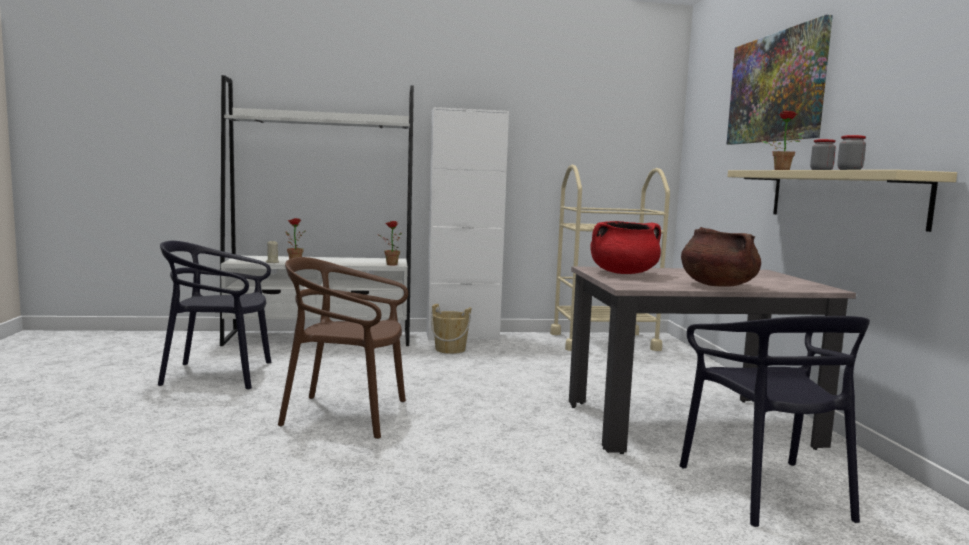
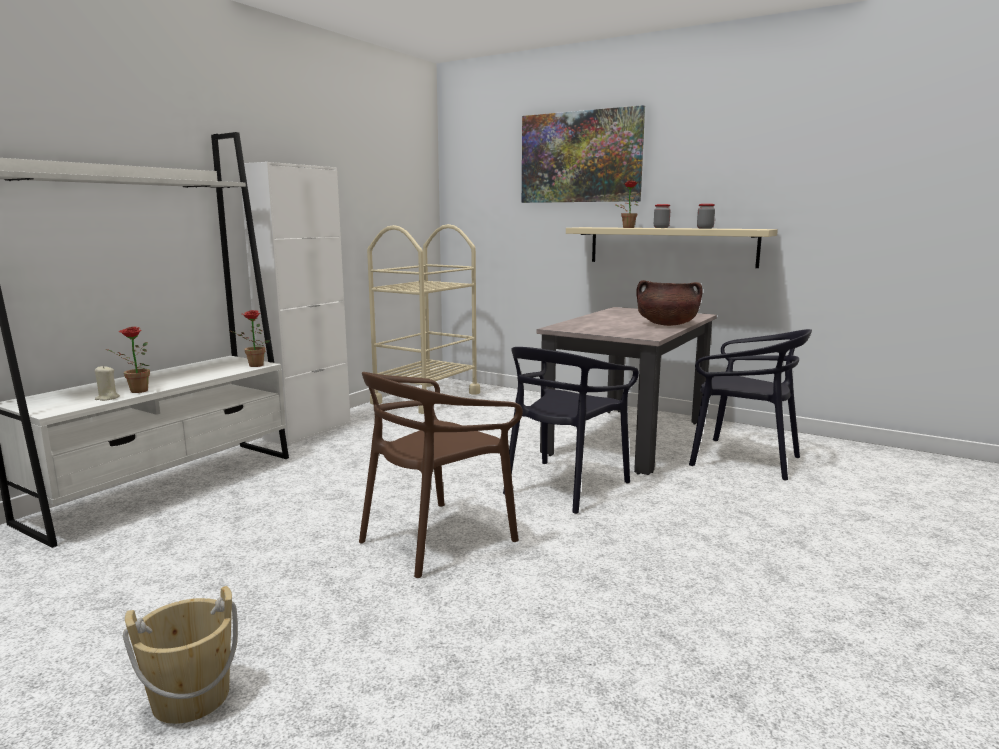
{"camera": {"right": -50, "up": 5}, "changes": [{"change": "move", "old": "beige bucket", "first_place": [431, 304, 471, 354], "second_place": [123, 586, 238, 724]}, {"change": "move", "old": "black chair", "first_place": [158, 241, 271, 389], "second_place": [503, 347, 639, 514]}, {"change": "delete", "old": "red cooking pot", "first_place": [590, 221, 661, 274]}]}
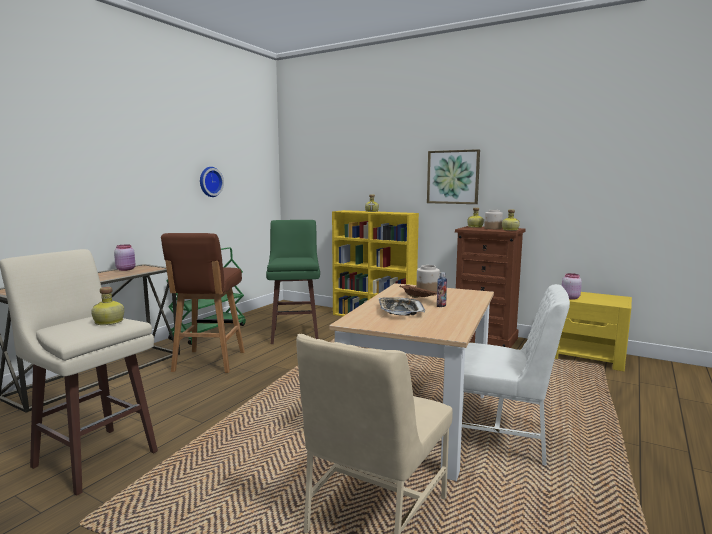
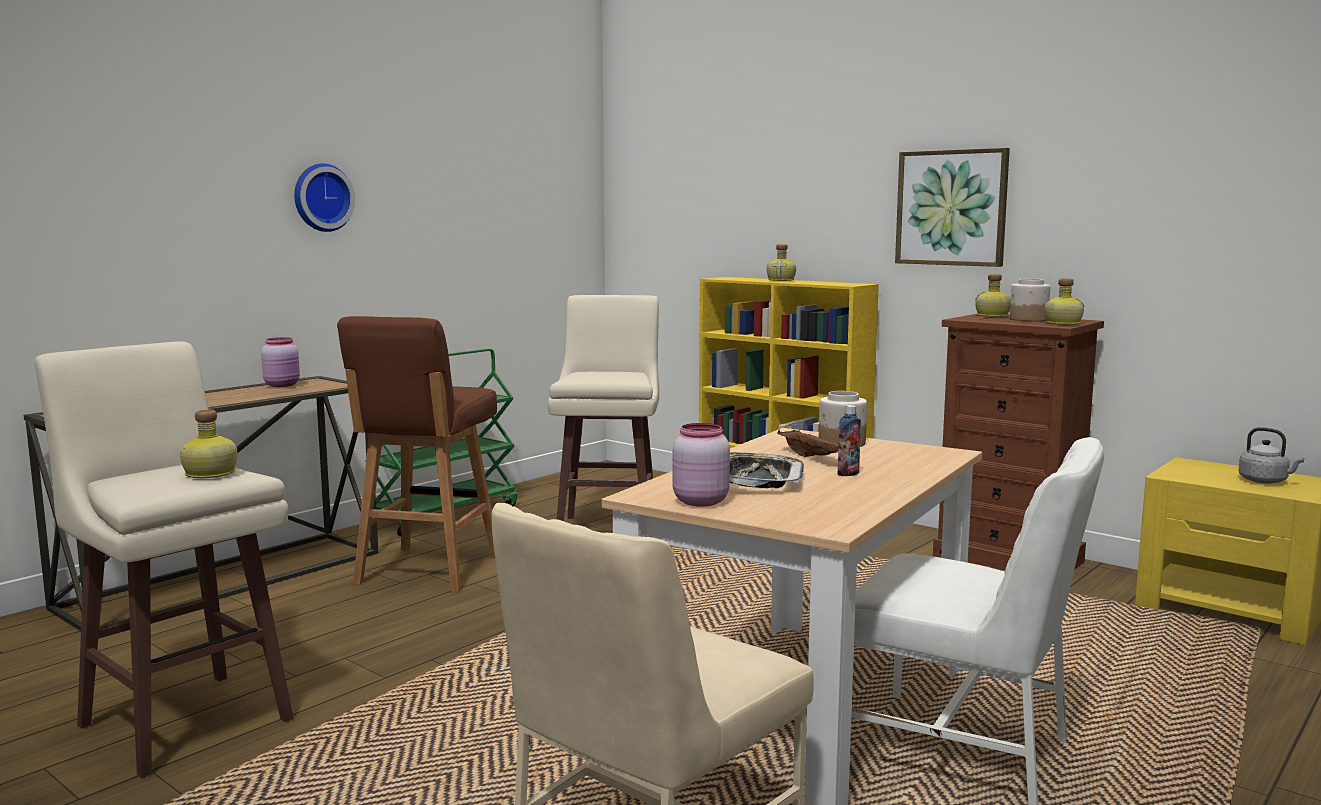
{"camera": {"right": 10, "up": 0}, "changes": [{"change": "move", "old": "wall clock", "first_place": [200, 167, 224, 197], "second_place": [294, 163, 355, 232]}, {"change": "recolor", "old": "green stool", "new": "beige stool", "first_place": [266, 220, 320, 344], "second_place": [548, 295, 659, 521]}, {"change": "move", "old": "pink jar", "first_place": [562, 273, 582, 300], "second_place": [673, 423, 730, 507]}, {"change": "insert", "new": "grey kettle", "second_place": [1239, 427, 1305, 484]}]}
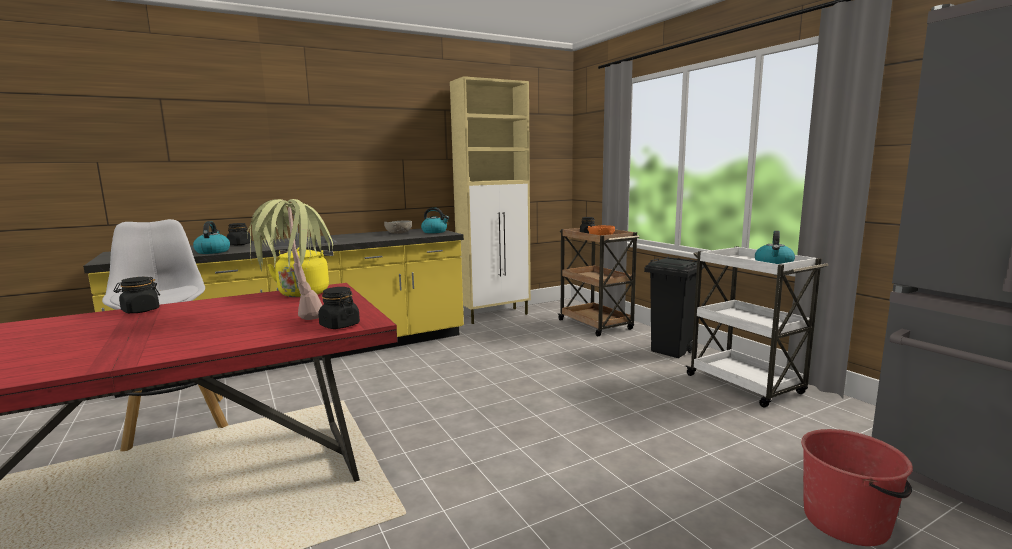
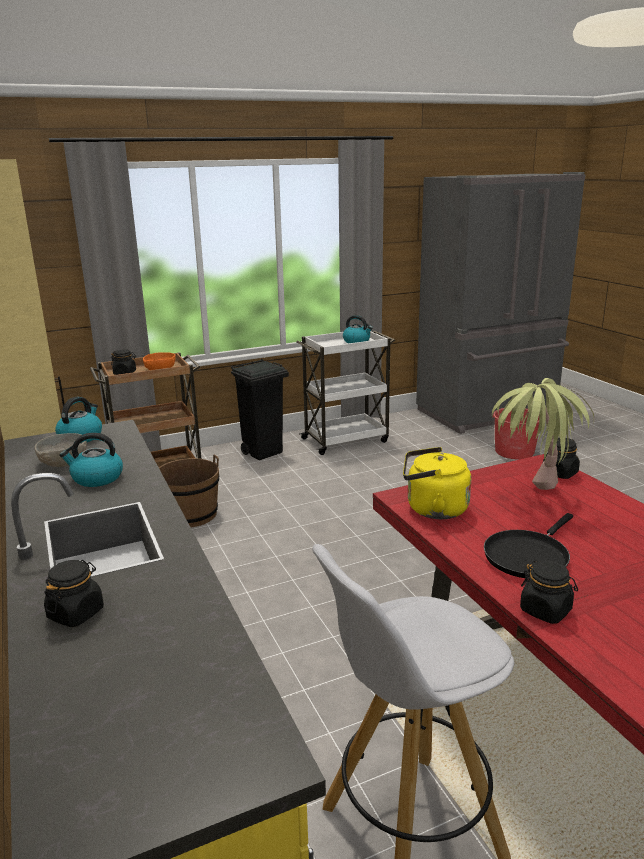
{"camera": {"right": -85, "up": 10}, "changes": [{"change": "move", "old": "kettle", "first_place": [193, 221, 230, 254], "second_place": [59, 433, 123, 487]}, {"change": "insert", "new": "brown bucket", "second_place": [159, 454, 219, 527]}, {"change": "insert", "new": "black frying pan", "second_place": [484, 513, 573, 578]}]}
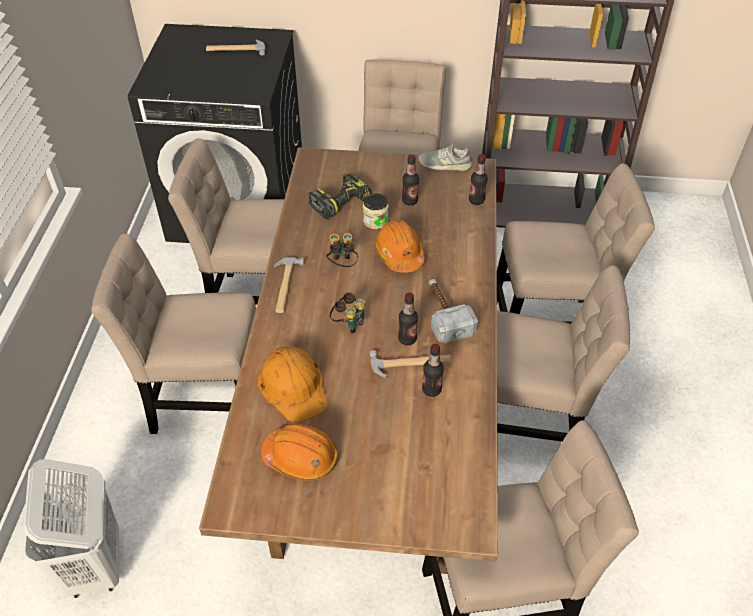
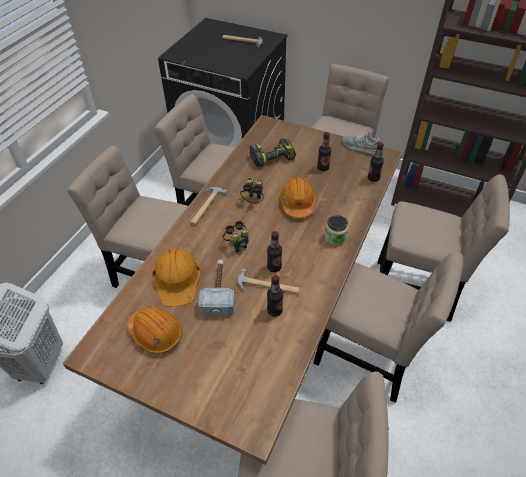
{"camera": {"right": 20, "up": 0}, "changes": [{"change": "move", "old": "hammer", "first_place": [429, 279, 478, 343], "second_place": [198, 260, 235, 316]}, {"change": "move", "old": "jar", "first_place": [363, 193, 389, 229], "second_place": [325, 215, 348, 246]}]}
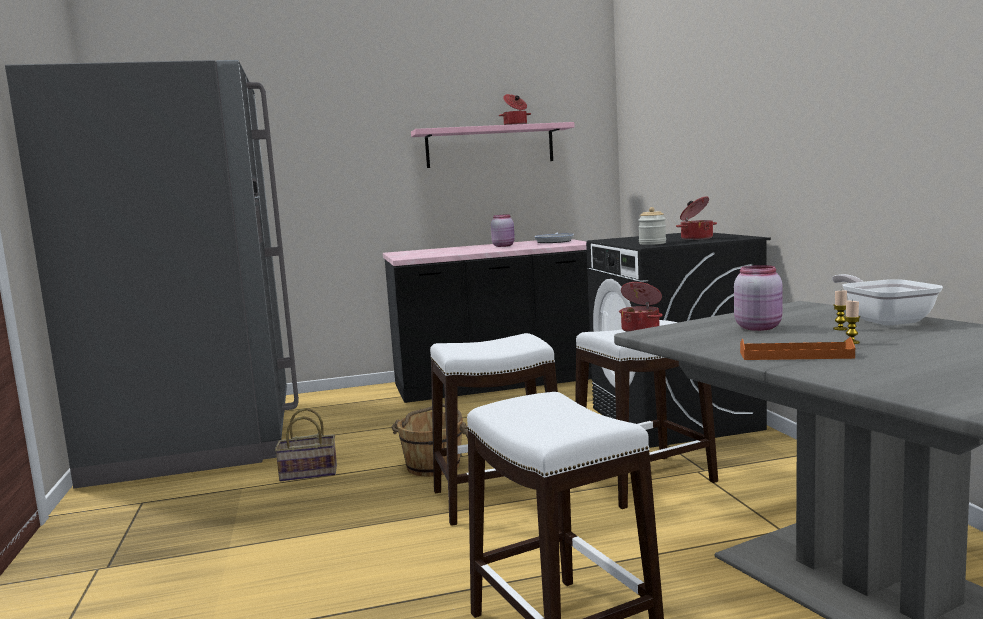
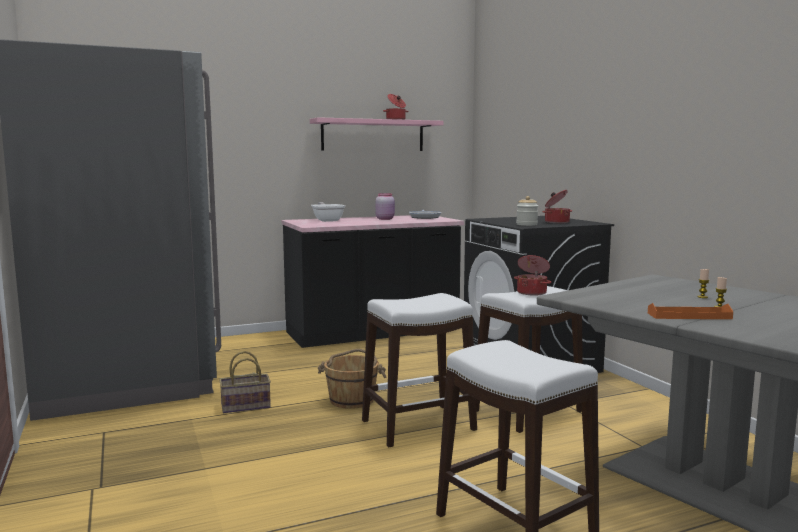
{"camera": {"right": -10, "up": 0}, "changes": [{"change": "move", "old": "frying pan", "first_place": [832, 274, 943, 326], "second_place": [311, 202, 345, 222]}, {"change": "delete", "old": "pink jar", "first_place": [734, 265, 782, 331]}]}
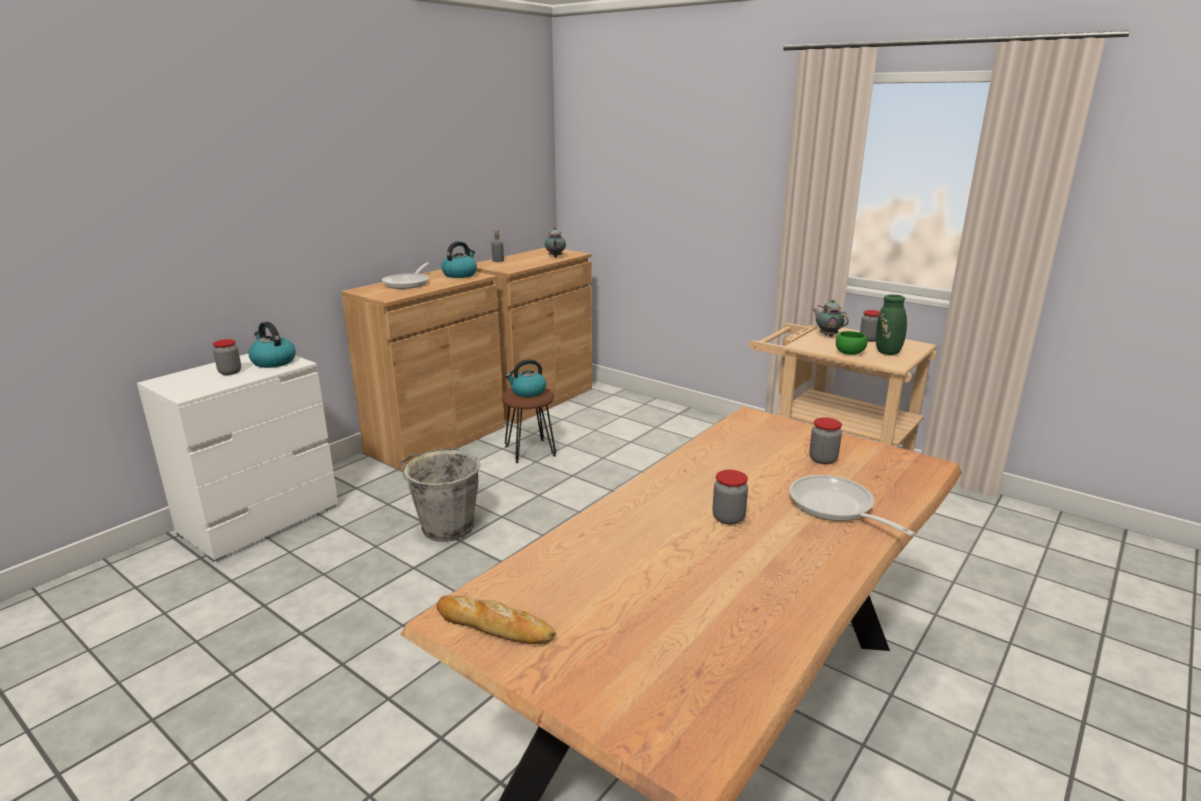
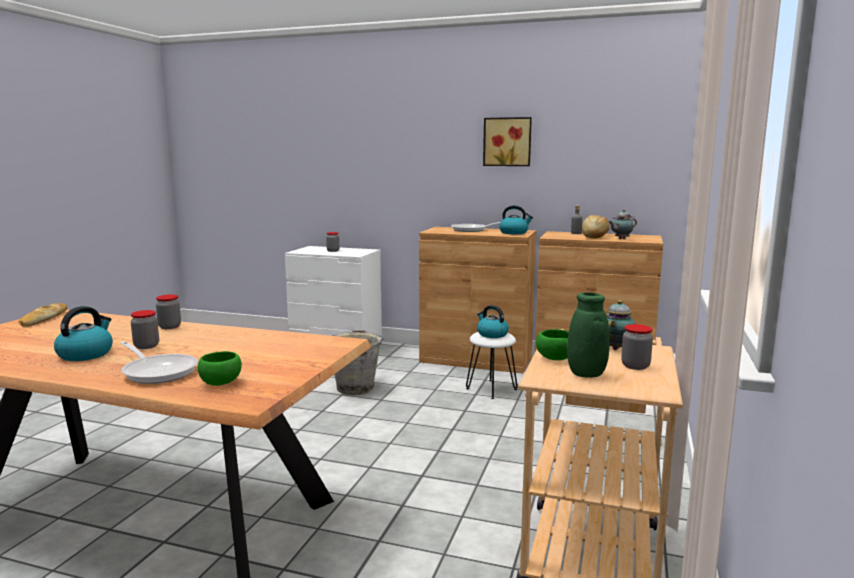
{"camera": {"right": 70, "up": -10}, "changes": [{"change": "move", "old": "kettle", "first_place": [248, 322, 296, 368], "second_place": [54, 306, 113, 361]}, {"change": "rotate", "old": "frying pan", "first_place": [789, 475, 915, 536], "second_place": [120, 341, 198, 384], "degrees": 90}, {"change": "move", "old": "jar", "first_place": [809, 417, 842, 464], "second_place": [156, 294, 181, 329]}, {"change": "insert", "new": "green bowl", "second_place": [198, 351, 242, 386]}, {"change": "recolor", "old": "brown stool", "new": "white stool", "first_place": [502, 388, 556, 463], "second_place": [466, 332, 518, 399]}, {"change": "insert", "new": "picture", "second_place": [483, 117, 532, 166]}, {"change": "insert", "new": "bread", "second_place": [582, 215, 610, 239]}]}
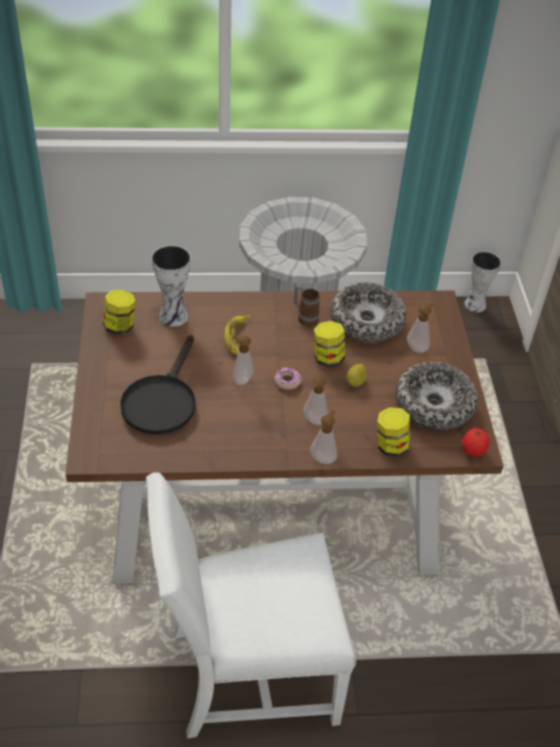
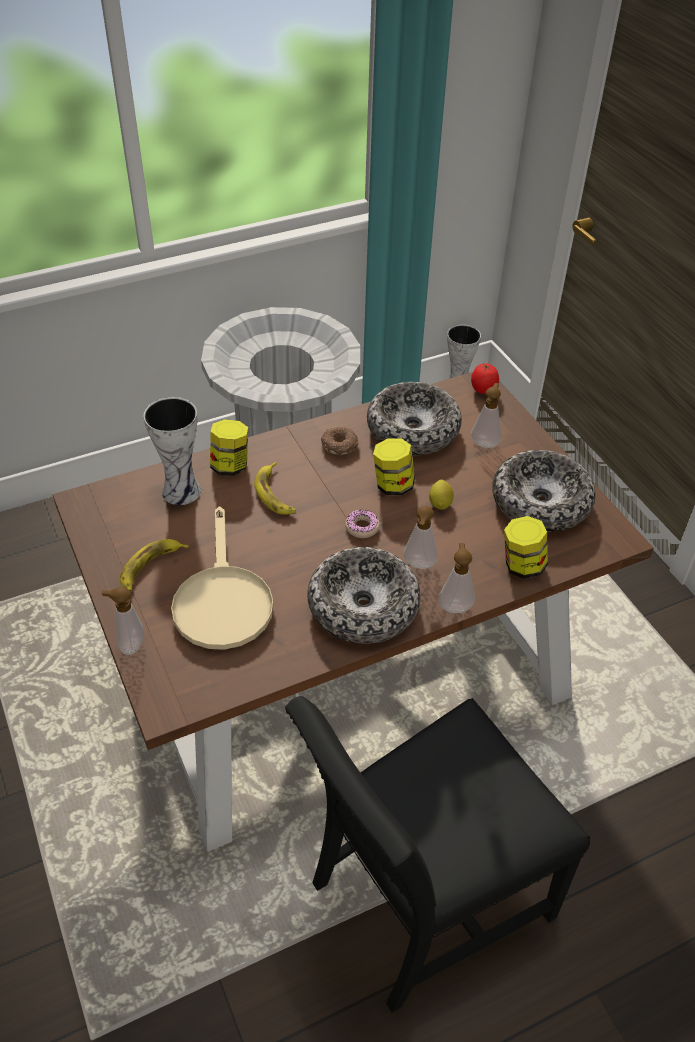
{"camera": {"right": -20, "up": 0}, "changes": [{"change": "move", "old": "soap dispenser", "first_place": [232, 335, 253, 385], "second_place": [102, 587, 144, 655]}, {"change": "insert", "new": "banana", "second_place": [120, 539, 189, 592]}, {"change": "recolor", "old": "black frying pan", "new": "beige frying pan", "first_place": [120, 335, 196, 435], "second_place": [171, 506, 273, 650]}, {"change": "move", "old": "jar", "first_place": [103, 290, 135, 334], "second_place": [210, 419, 248, 476]}, {"change": "recolor", "old": "white chair", "new": "black chair", "first_place": [146, 472, 356, 739], "second_place": [285, 696, 590, 1013]}, {"change": "insert", "new": "bowl", "second_place": [307, 547, 421, 644]}, {"change": "replace", "old": "mug", "new": "donut", "first_place": [294, 285, 320, 326], "second_place": [321, 426, 359, 455]}, {"change": "move", "old": "tomato", "first_place": [462, 428, 489, 456], "second_place": [471, 363, 499, 394]}]}
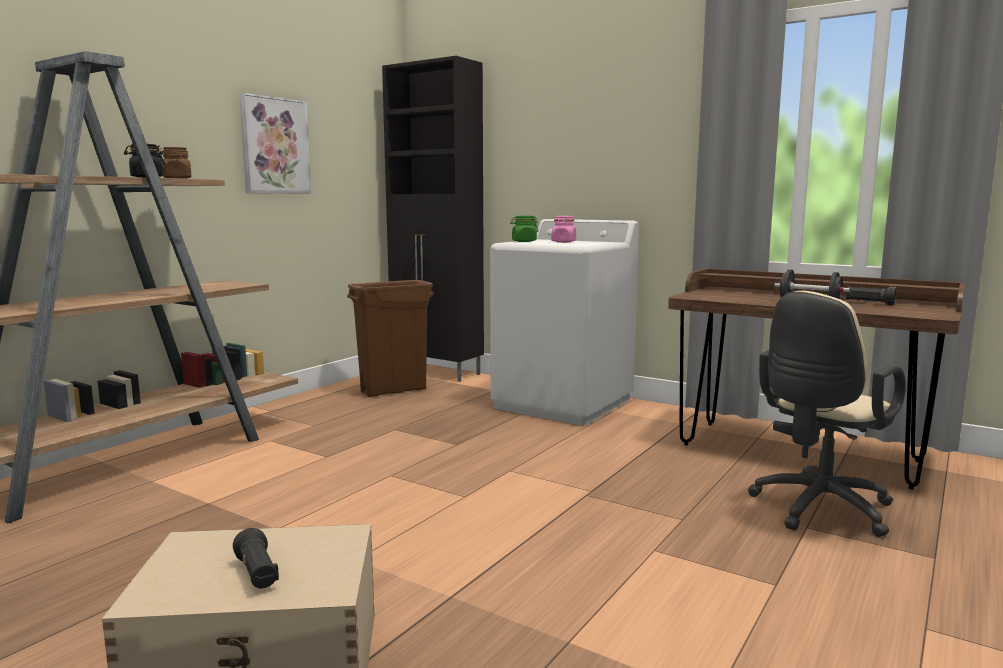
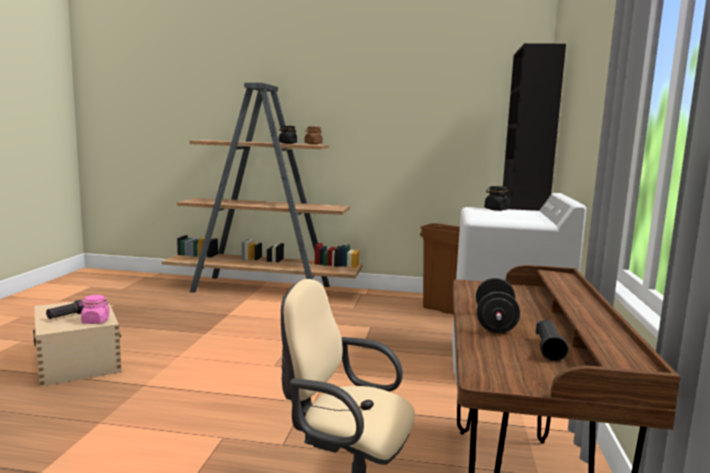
{"camera": {"right": 65, "up": 0}, "changes": [{"change": "move", "old": "pink jar", "first_place": [551, 216, 576, 243], "second_place": [79, 295, 110, 324]}, {"change": "recolor", "old": "green jar", "new": "black jar", "first_place": [510, 216, 538, 242], "second_place": [484, 186, 510, 211]}, {"change": "delete", "old": "picture", "first_place": [239, 92, 311, 194]}]}
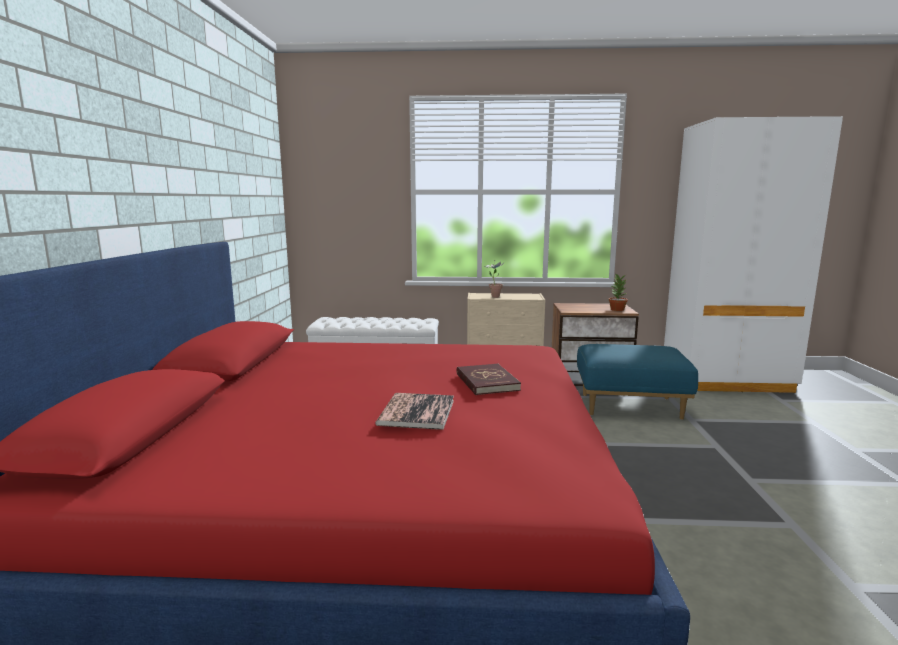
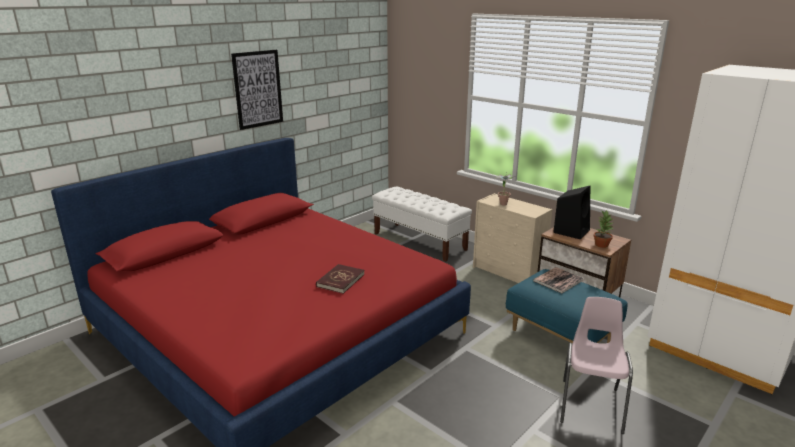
{"camera": {"right": 40, "up": 10}, "changes": [{"change": "insert", "new": "picture", "second_place": [231, 50, 283, 130]}, {"change": "move", "old": "book", "first_place": [375, 393, 454, 430], "second_place": [533, 267, 583, 293]}, {"change": "insert", "new": "black speaker", "second_place": [553, 186, 590, 240]}, {"change": "insert", "new": "pink chair", "second_place": [560, 297, 633, 434]}]}
